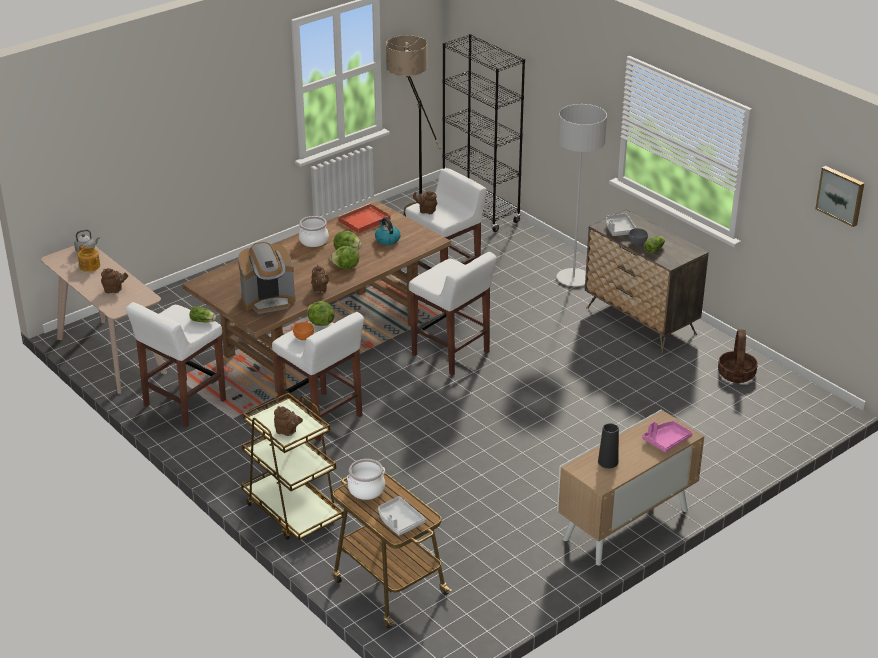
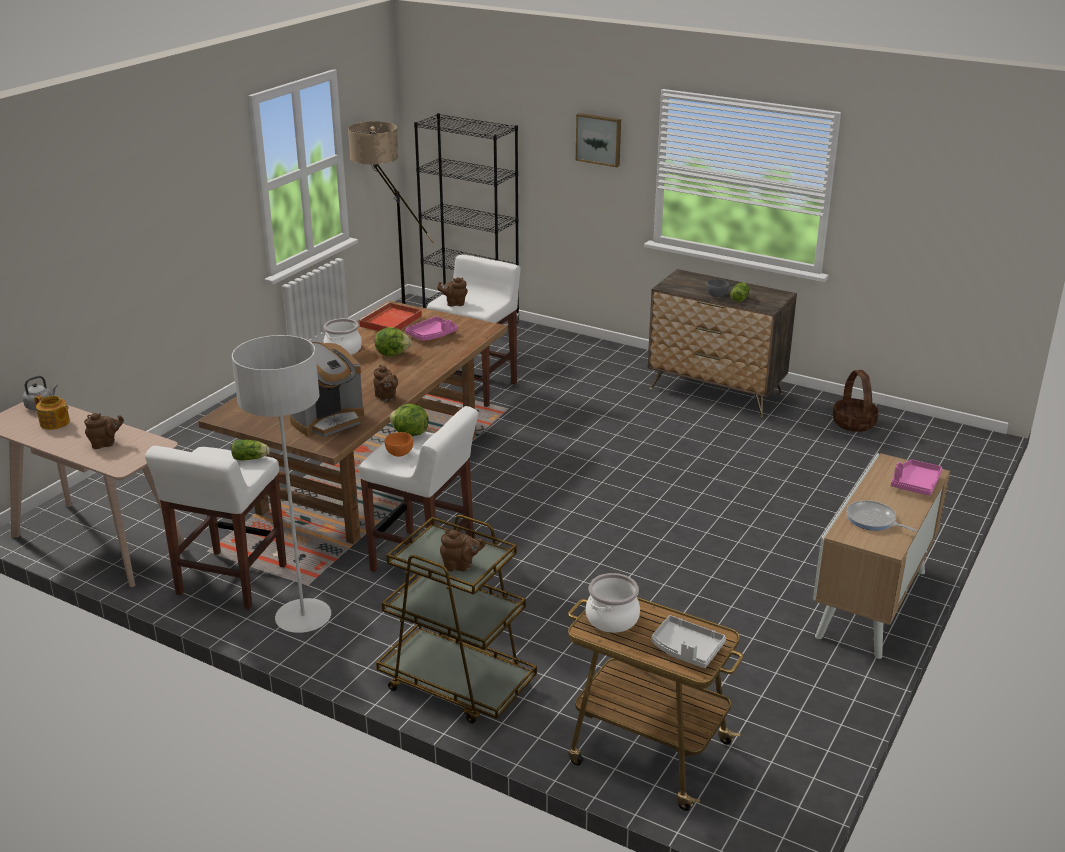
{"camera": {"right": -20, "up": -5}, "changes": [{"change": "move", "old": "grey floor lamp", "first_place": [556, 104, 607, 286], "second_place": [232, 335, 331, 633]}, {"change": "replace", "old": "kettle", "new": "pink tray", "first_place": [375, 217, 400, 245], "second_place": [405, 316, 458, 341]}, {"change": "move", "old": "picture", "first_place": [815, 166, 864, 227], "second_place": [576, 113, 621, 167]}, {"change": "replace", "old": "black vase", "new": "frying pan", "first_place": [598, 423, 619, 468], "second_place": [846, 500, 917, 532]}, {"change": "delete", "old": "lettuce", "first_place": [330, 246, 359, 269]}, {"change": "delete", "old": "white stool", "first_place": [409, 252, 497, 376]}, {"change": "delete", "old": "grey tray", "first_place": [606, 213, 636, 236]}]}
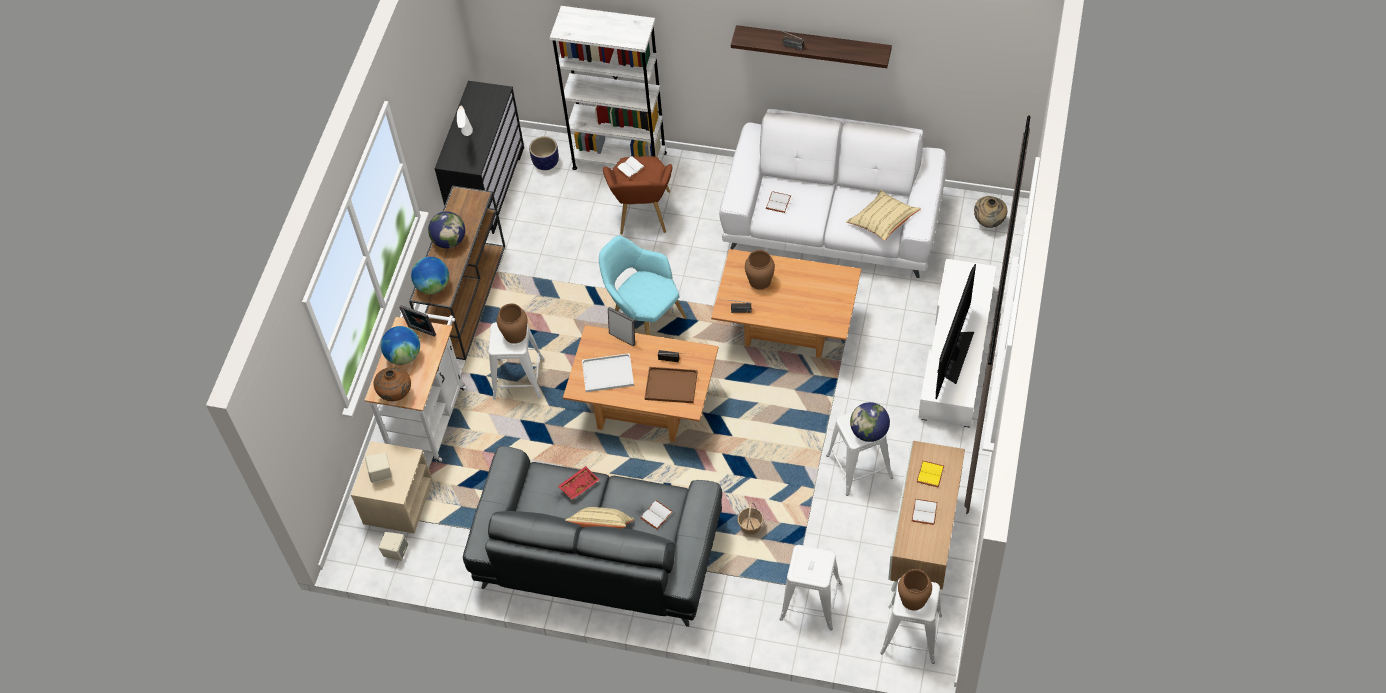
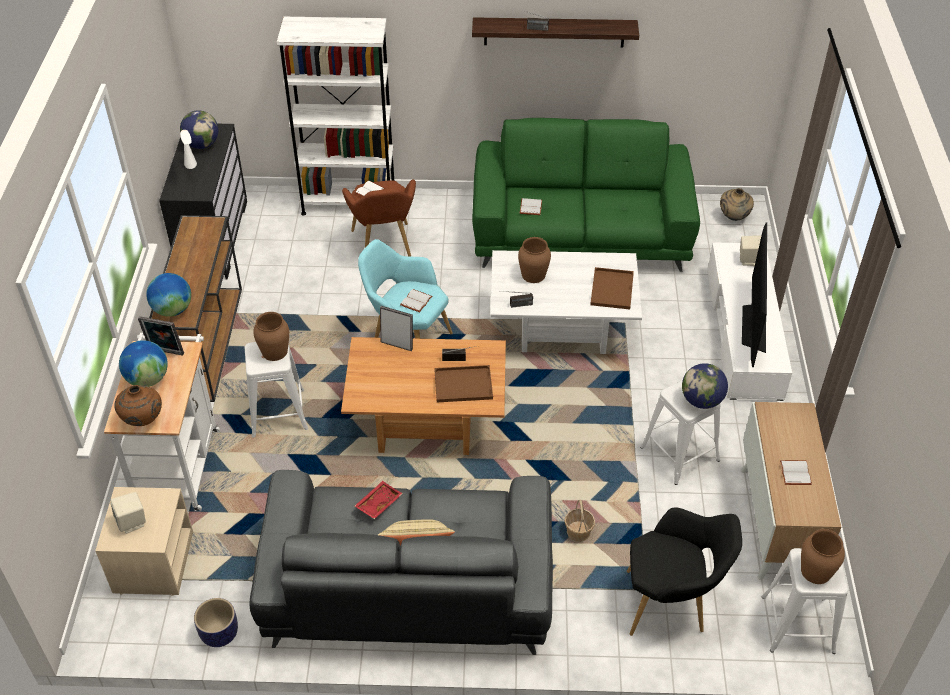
{"camera": {"right": -15, "up": -10}, "changes": [{"change": "move", "old": "globe", "first_place": [428, 211, 465, 248], "second_place": [180, 110, 218, 149]}, {"change": "move", "old": "planter", "first_place": [529, 136, 559, 170], "second_place": [194, 598, 238, 647]}, {"change": "move", "old": "white book", "first_place": [640, 500, 673, 530], "second_place": [400, 289, 432, 312]}, {"change": "recolor", "old": "white sofa", "new": "green sofa", "first_place": [719, 109, 947, 278], "second_place": [472, 118, 700, 272]}, {"change": "recolor", "old": "brown coffee table", "new": "white coffee table", "first_place": [711, 249, 861, 358], "second_place": [490, 250, 642, 354]}, {"change": "insert", "new": "brown tray", "second_place": [590, 267, 634, 309]}, {"change": "replace", "old": "white stool", "new": "black armchair", "first_place": [780, 545, 842, 630], "second_place": [627, 507, 742, 636]}, {"change": "move", "old": "beige speaker", "first_place": [378, 532, 408, 562], "second_place": [740, 235, 761, 266]}, {"change": "delete", "old": "white tray", "first_place": [582, 353, 634, 392]}, {"change": "delete", "old": "beige pillow", "first_place": [846, 190, 921, 240]}, {"change": "delete", "old": "yellow book", "first_place": [917, 461, 944, 487]}]}
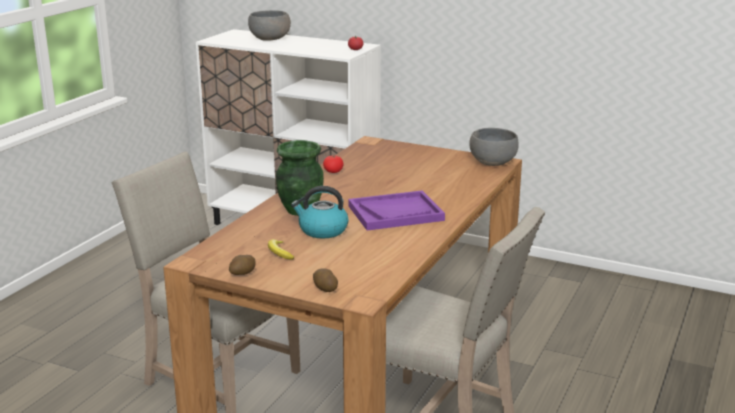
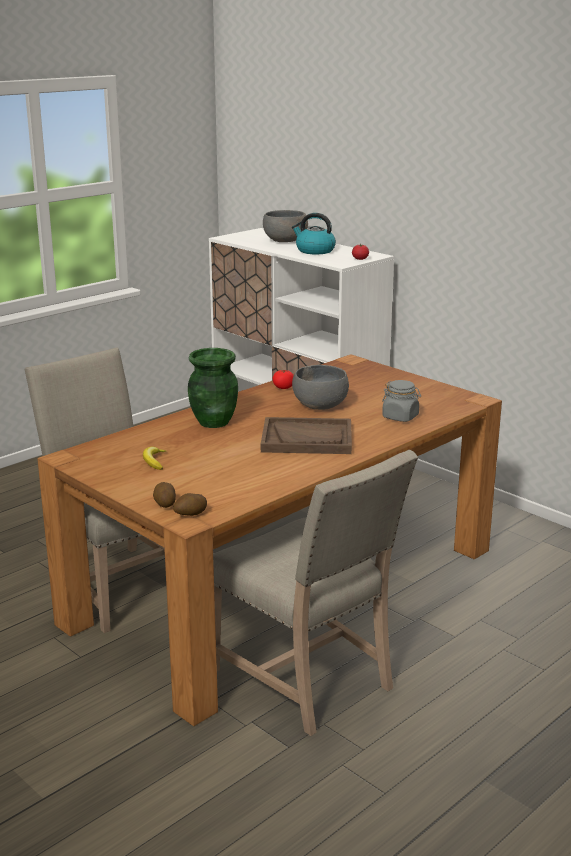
{"camera": {"right": 20, "up": 0}, "changes": [{"change": "move", "old": "potato", "first_place": [229, 255, 256, 275], "second_place": [173, 493, 207, 516]}, {"change": "recolor", "old": "purple tray", "new": "brown tray", "first_place": [348, 190, 445, 231], "second_place": [261, 417, 352, 454]}, {"change": "move", "old": "kettle", "first_place": [291, 186, 349, 238], "second_place": [292, 213, 336, 254]}, {"change": "move", "old": "grey bowl", "first_place": [469, 128, 519, 166], "second_place": [292, 365, 349, 410]}, {"change": "insert", "new": "grey jar", "second_place": [382, 380, 421, 422]}]}
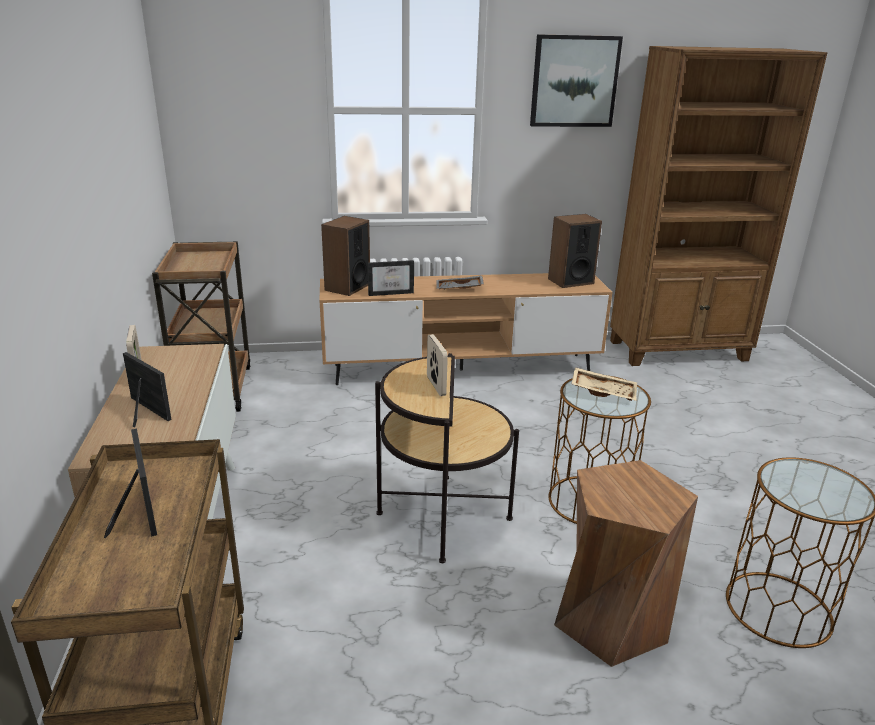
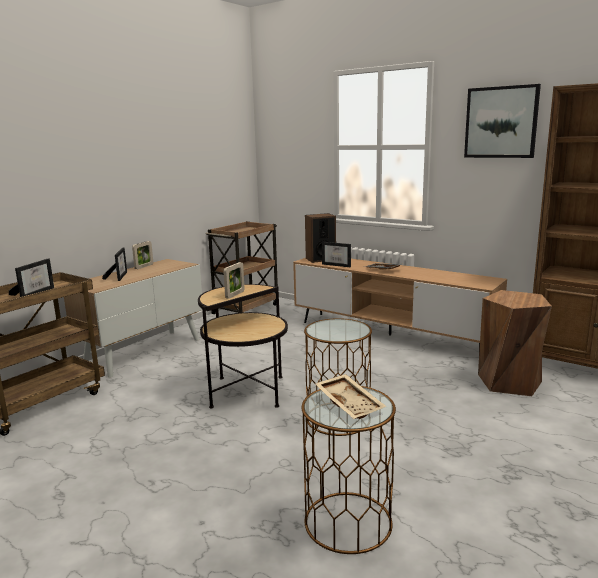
{"camera": {"right": 45, "up": -10}, "changes": [{"change": "move", "old": "beige tray", "first_place": [572, 367, 637, 401], "second_place": [315, 374, 386, 419]}, {"change": "move", "old": "brown stool", "first_place": [554, 460, 698, 667], "second_place": [478, 290, 552, 396]}, {"change": "delete", "old": "speaker", "first_place": [548, 214, 602, 288]}]}
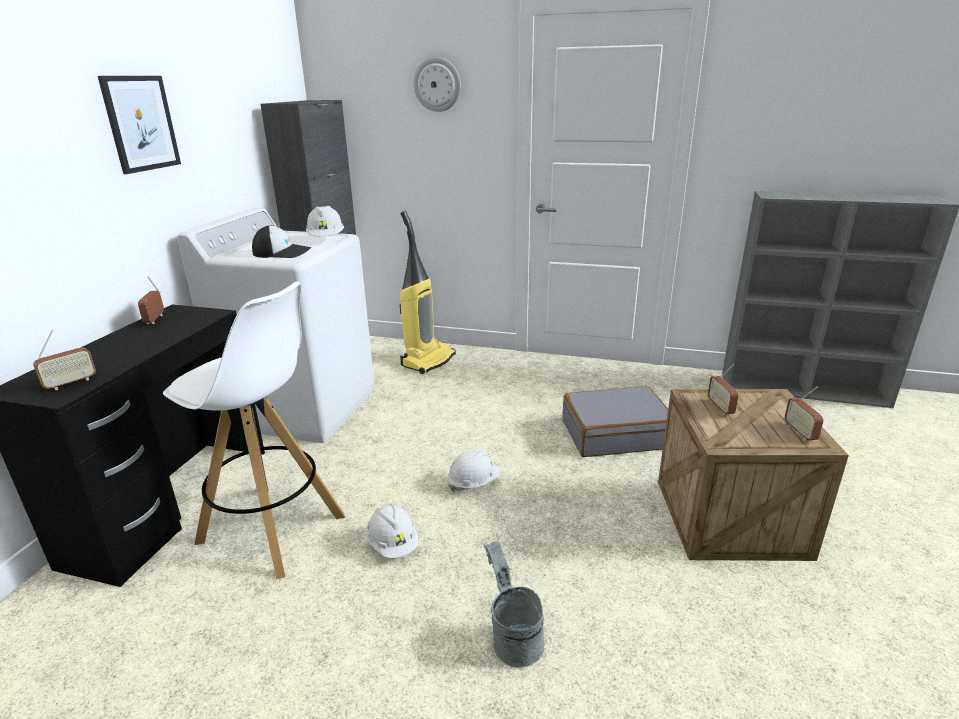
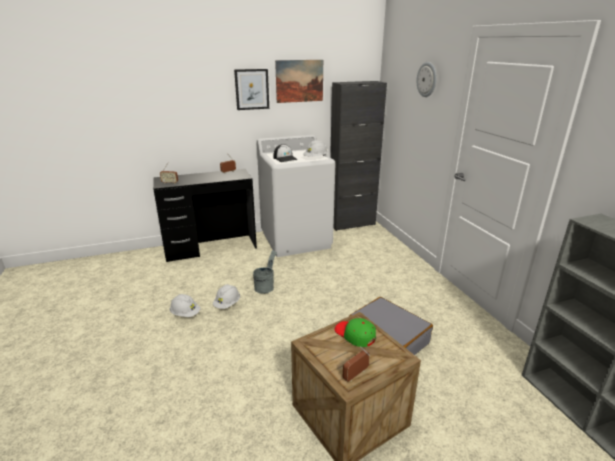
{"camera": {"right": 55, "up": 0}, "changes": [{"change": "move", "old": "white hard hat", "first_place": [447, 449, 500, 492], "second_place": [170, 294, 200, 317]}, {"change": "move", "old": "grey bucket", "first_place": [484, 541, 544, 668], "second_place": [253, 250, 277, 294]}, {"change": "insert", "new": "picture", "second_place": [275, 60, 323, 103]}, {"change": "replace", "old": "radio", "new": "green cap", "first_place": [708, 364, 738, 415], "second_place": [335, 318, 376, 347]}, {"change": "delete", "old": "white stool", "first_place": [163, 281, 345, 579]}, {"change": "delete", "old": "vacuum cleaner", "first_place": [400, 211, 456, 374]}]}
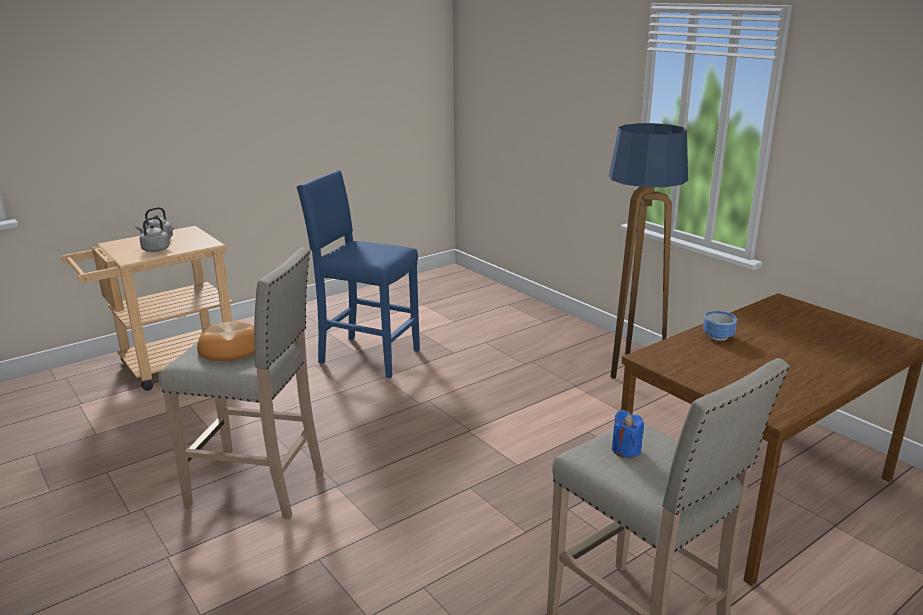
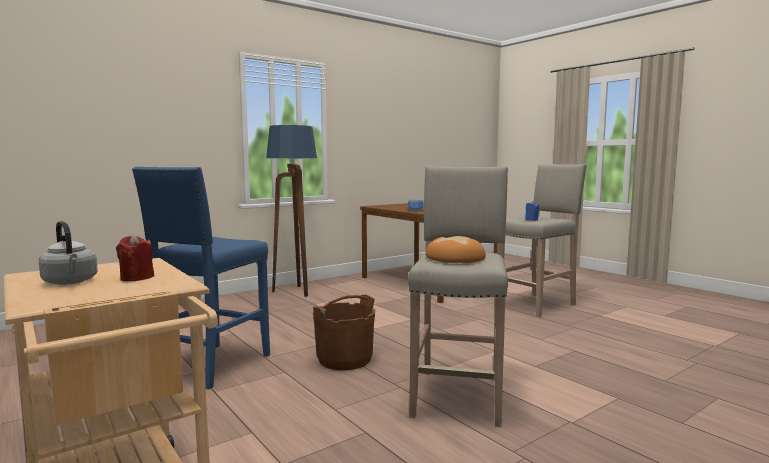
{"camera": {"right": -90, "up": -15}, "changes": [{"change": "replace", "old": "grey kettle", "new": "red candle", "first_place": [139, 217, 174, 252], "second_place": [116, 234, 154, 281]}, {"change": "insert", "new": "brown bucket", "second_place": [313, 295, 375, 370]}]}
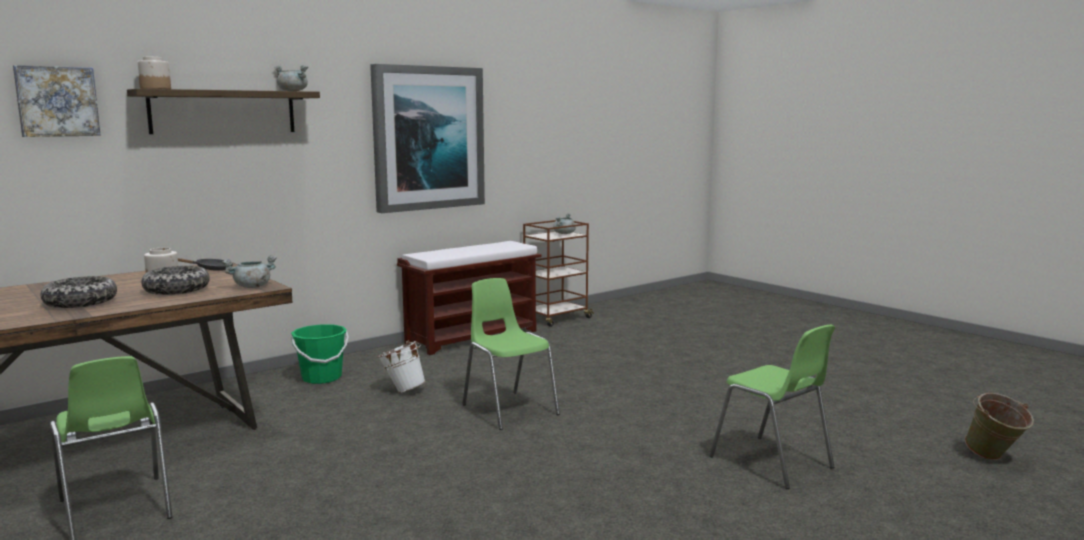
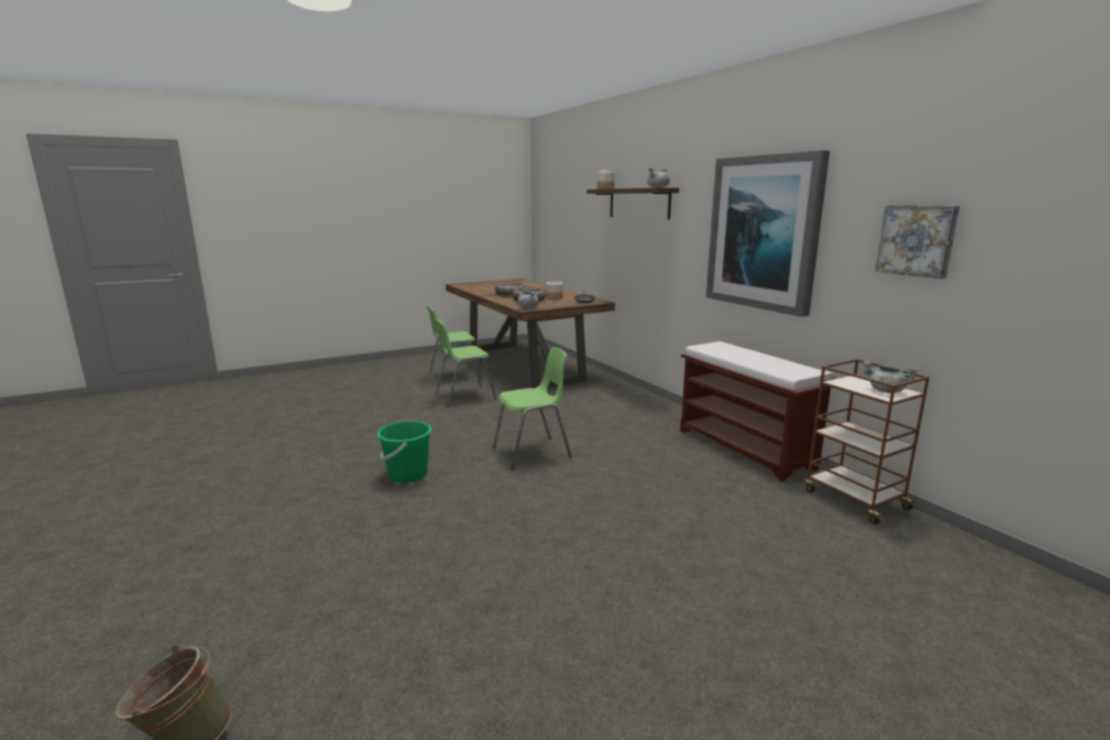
{"camera": {"right": 100, "up": 5}, "changes": [{"change": "move", "old": "green bucket", "first_place": [291, 324, 349, 384], "second_place": [377, 421, 432, 484]}, {"change": "move", "old": "green chair", "first_place": [710, 325, 835, 489], "second_place": [434, 318, 497, 407]}, {"change": "move", "old": "picture", "first_place": [13, 65, 101, 137], "second_place": [875, 205, 960, 279]}, {"change": "delete", "old": "white bucket", "first_place": [378, 341, 426, 393]}]}
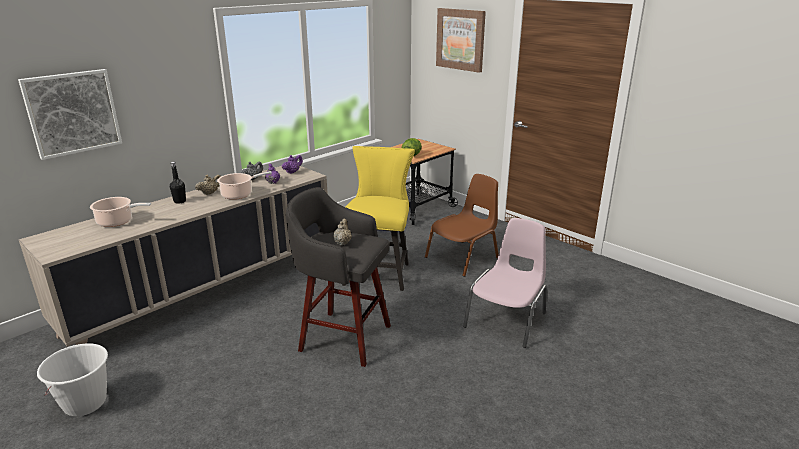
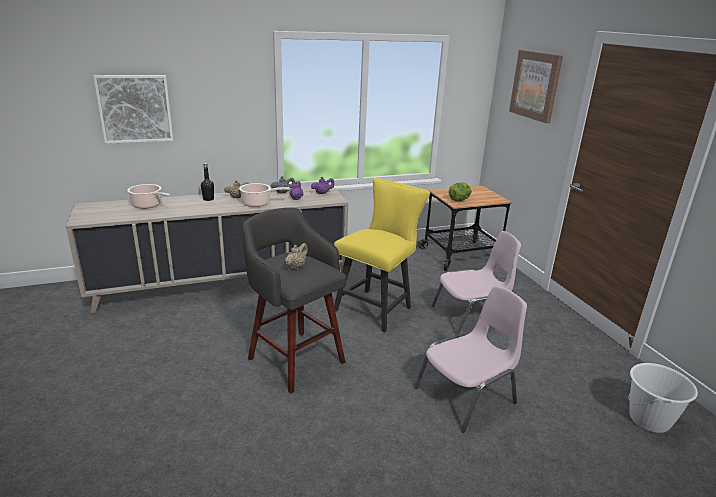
{"camera": {"right": 25, "up": 0}, "changes": [{"change": "recolor", "old": "brown chair", "new": "pink chair", "first_place": [425, 174, 499, 277], "second_place": [432, 231, 521, 335]}, {"change": "move", "old": "white bucket", "first_place": [37, 343, 108, 416], "second_place": [628, 363, 698, 433]}]}
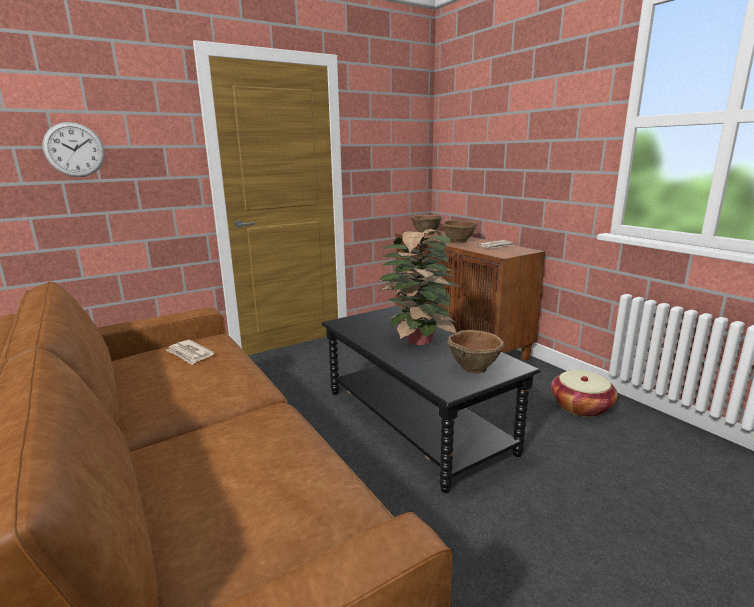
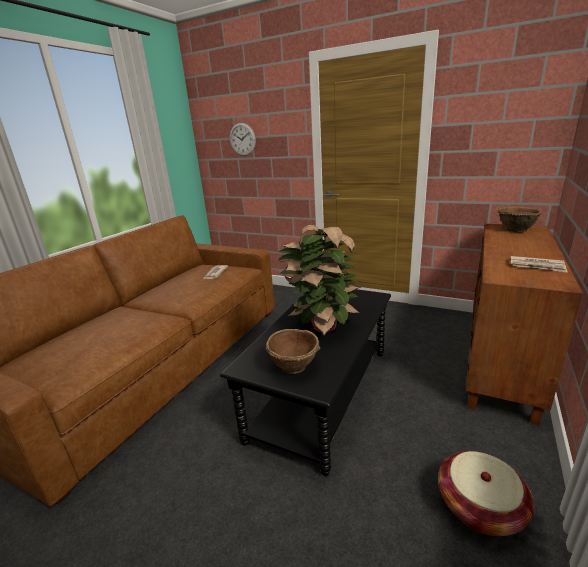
{"camera": {"right": 60, "up": 5}, "changes": [{"change": "delete", "old": "brown bowl", "first_place": [442, 220, 477, 243]}]}
